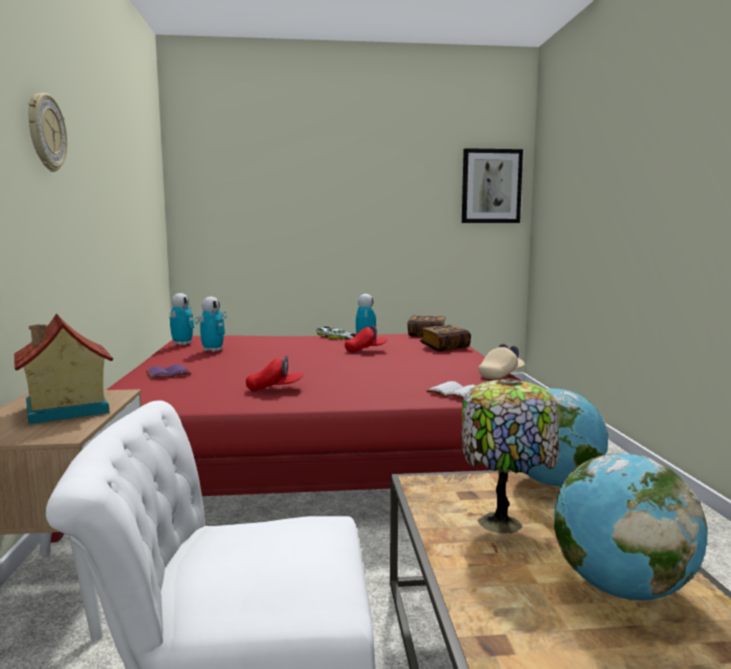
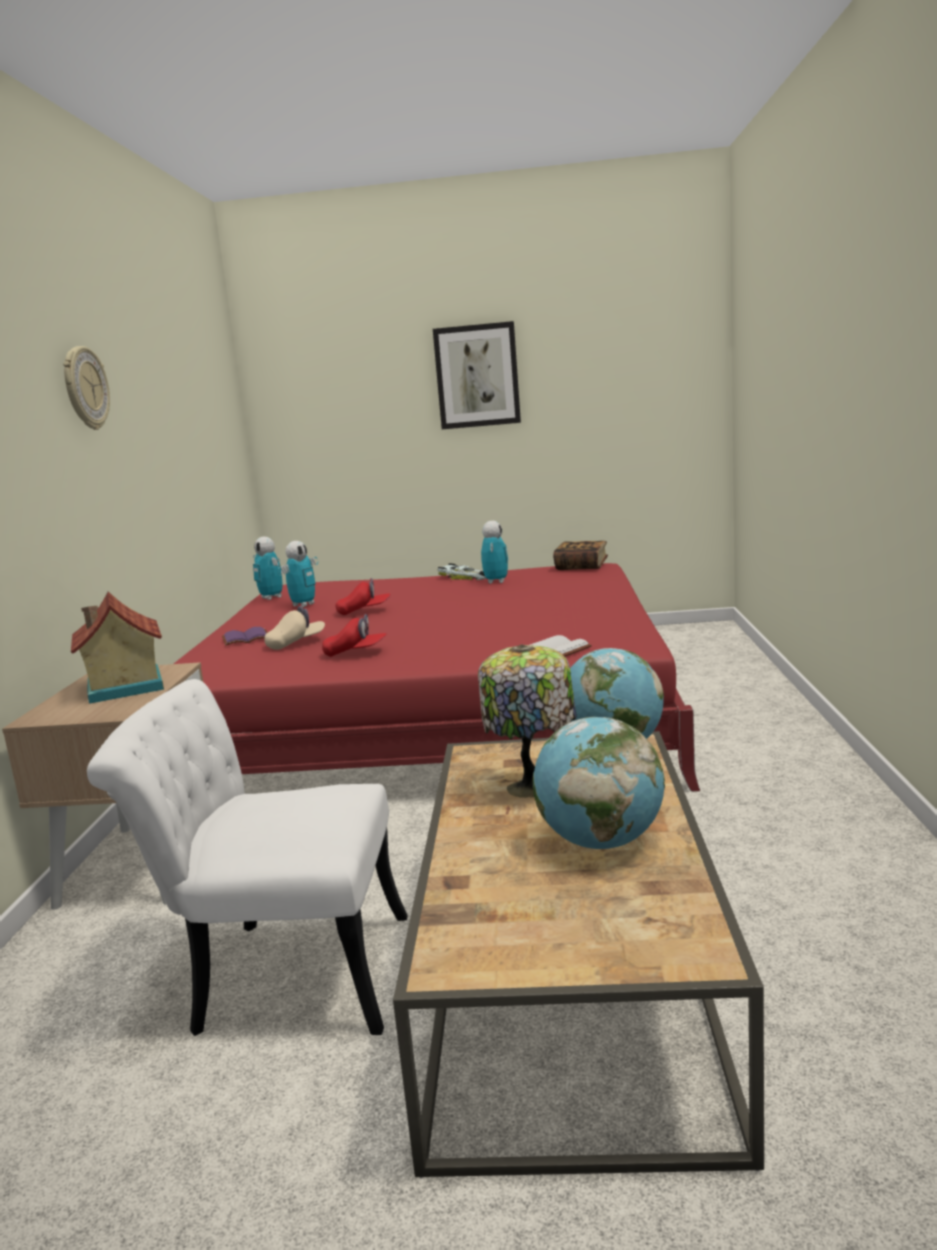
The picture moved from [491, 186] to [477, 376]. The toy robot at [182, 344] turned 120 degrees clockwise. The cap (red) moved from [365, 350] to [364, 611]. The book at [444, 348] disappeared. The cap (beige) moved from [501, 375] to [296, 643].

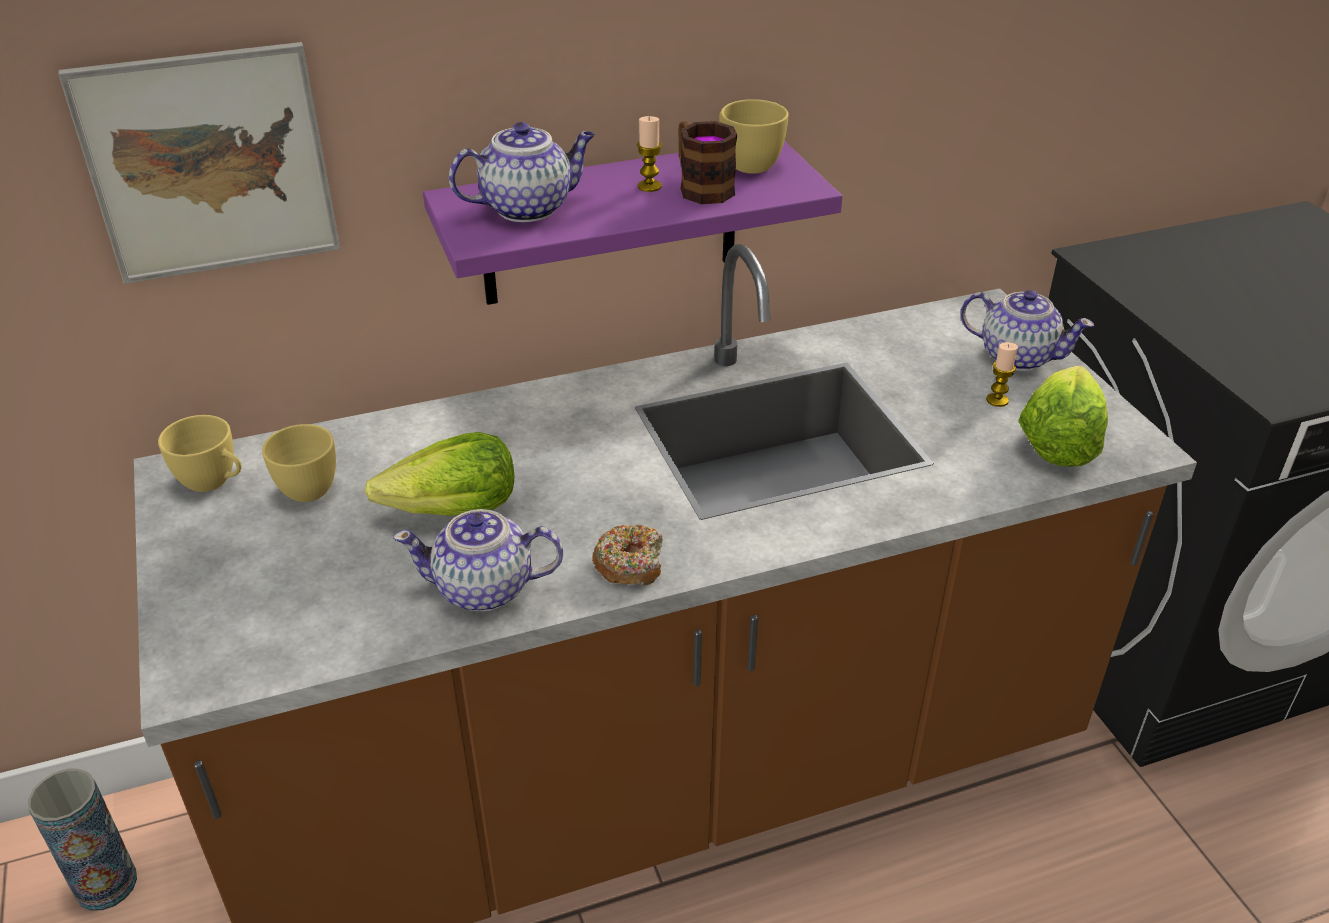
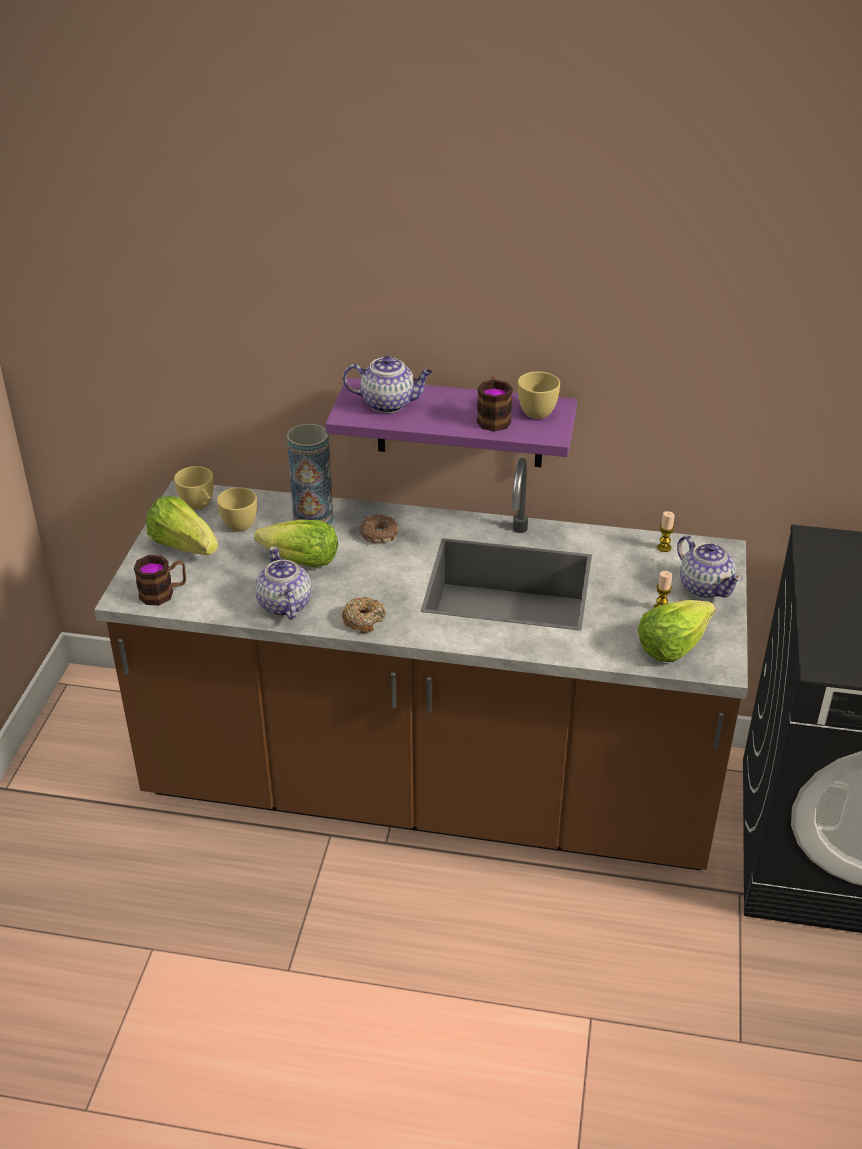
The picture at [209, 164] disappeared. The candle moved from [649, 186] to [664, 547]. The teapot at [485, 589] turned 45 degrees clockwise. The vase moved from [106, 884] to [313, 519]. The lettuce at [184, 546] appeared. The donut at [378, 534] appeared. The mug at [163, 593] appeared.

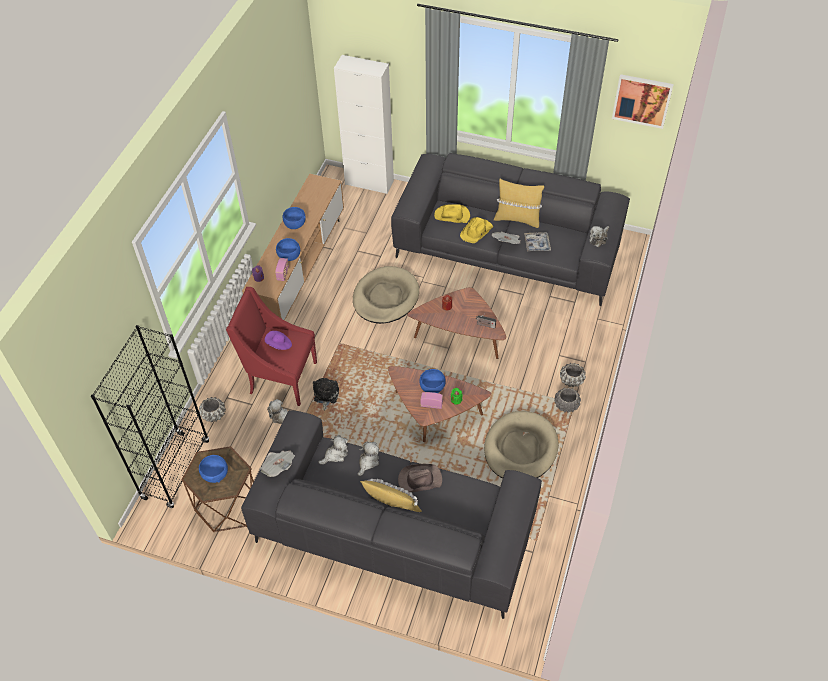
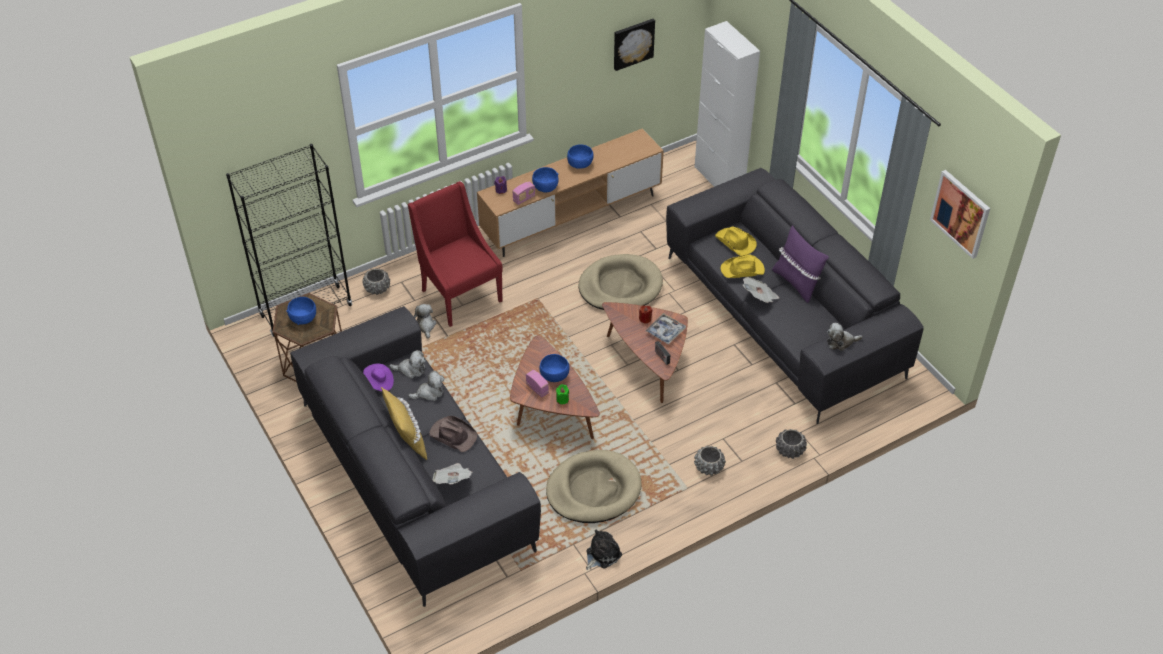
The pillow (yellow) at [517, 219] became the pillow (purple) at [796, 283]. The tray moved from [537, 244] to [665, 331]. The hat (purple) moved from [279, 345] to [379, 383]. The plush toy moved from [325, 396] to [601, 554]. The planter (grey) moved from [566, 405] to [790, 450]. The newspaper moved from [278, 467] to [453, 480]. The picture at [633, 43] appeared.

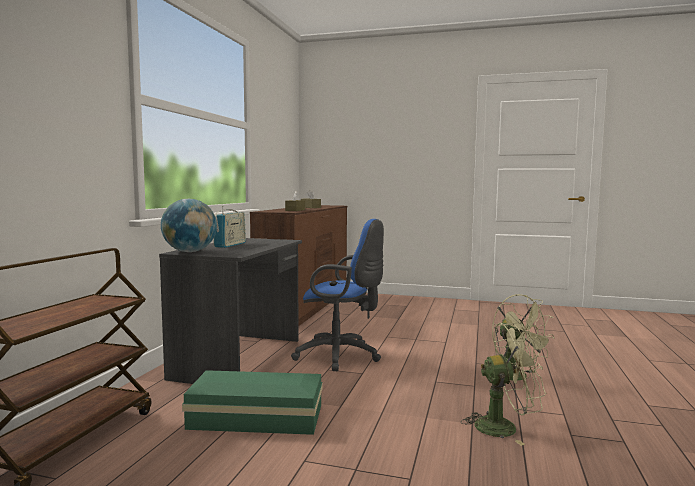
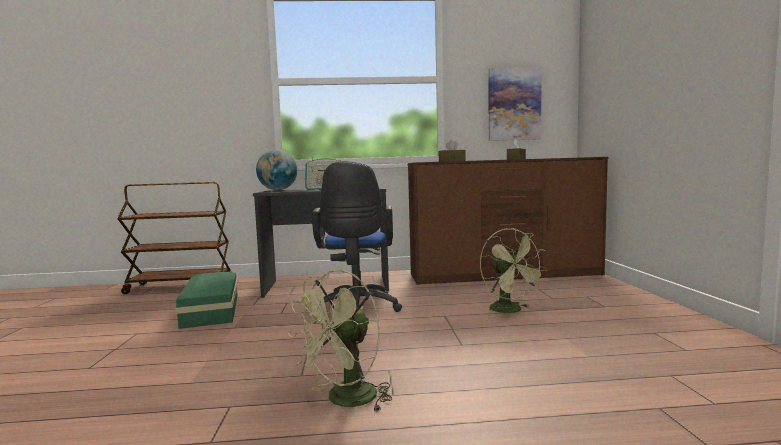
The fan (green) moved from [504, 427] to [511, 310]. The picture at [514, 104] appeared.

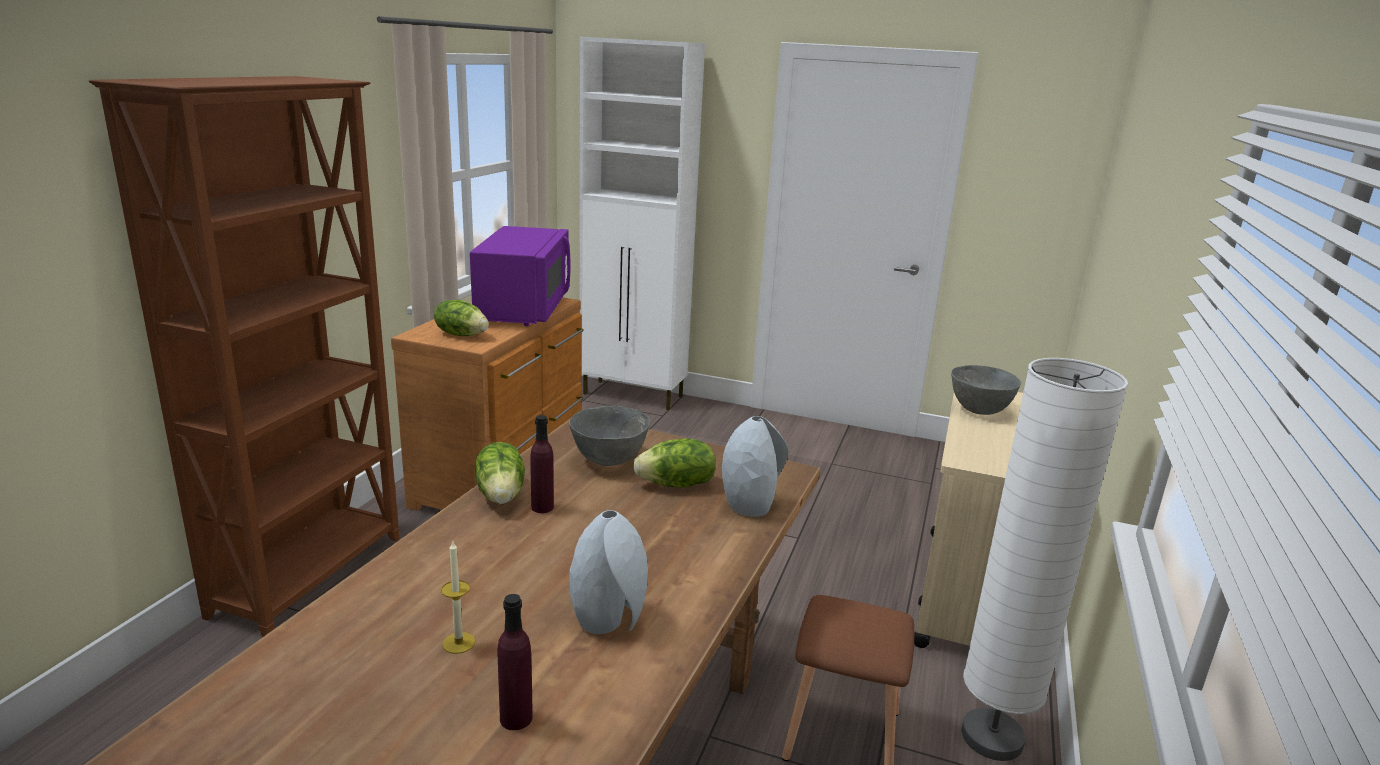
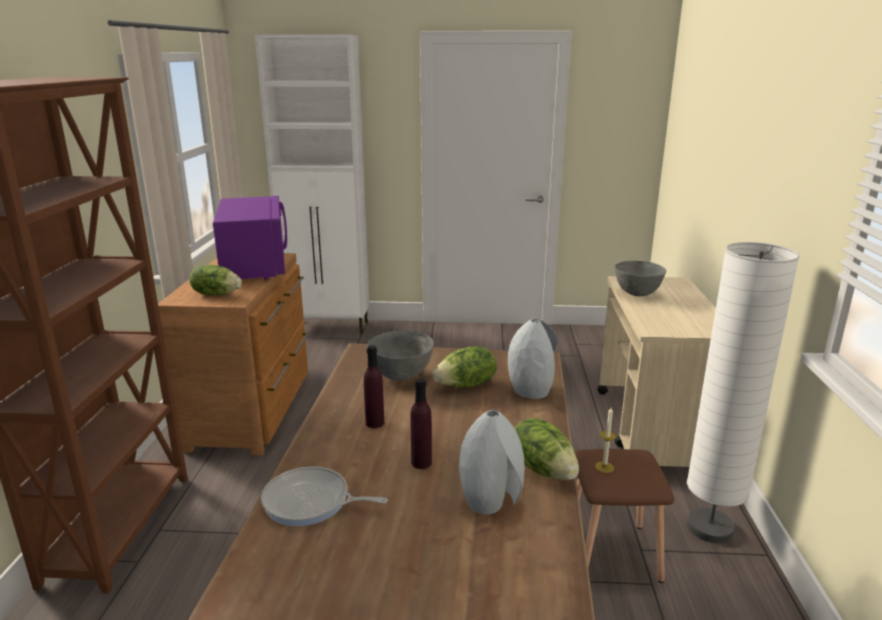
The lettuce moved from [502, 495] to [544, 468]. The candle moved from [458, 643] to [604, 467]. The bottle (purple) moved from [516, 718] to [421, 462]. The frying pan at [311, 502] appeared.

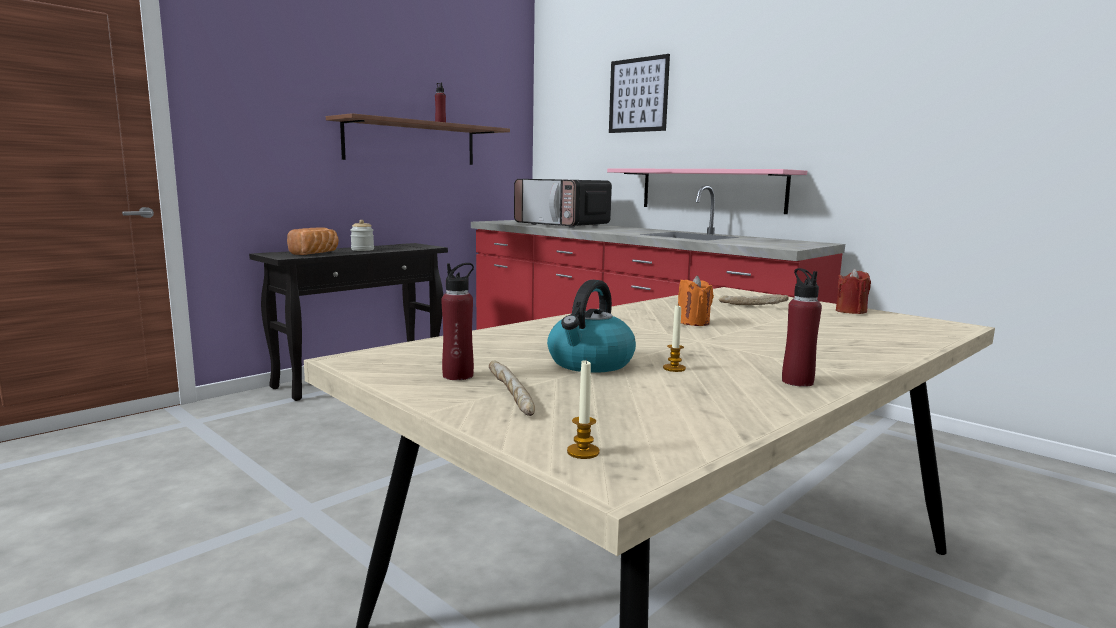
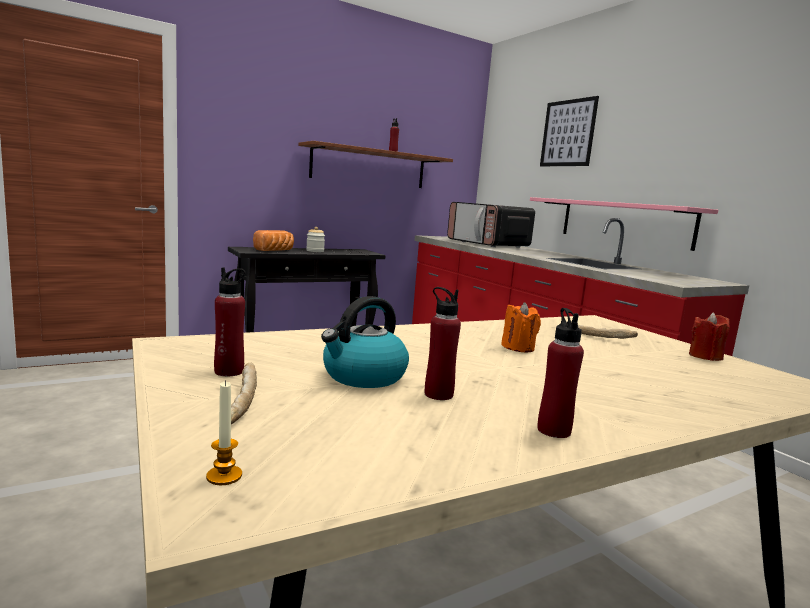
The candle at [674, 368] was replaced by the bottle (red) at [438, 394].

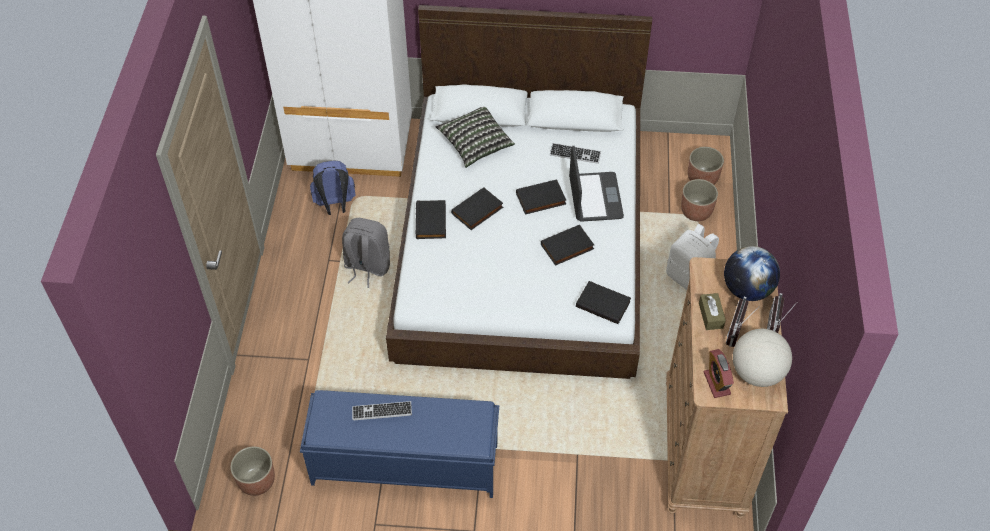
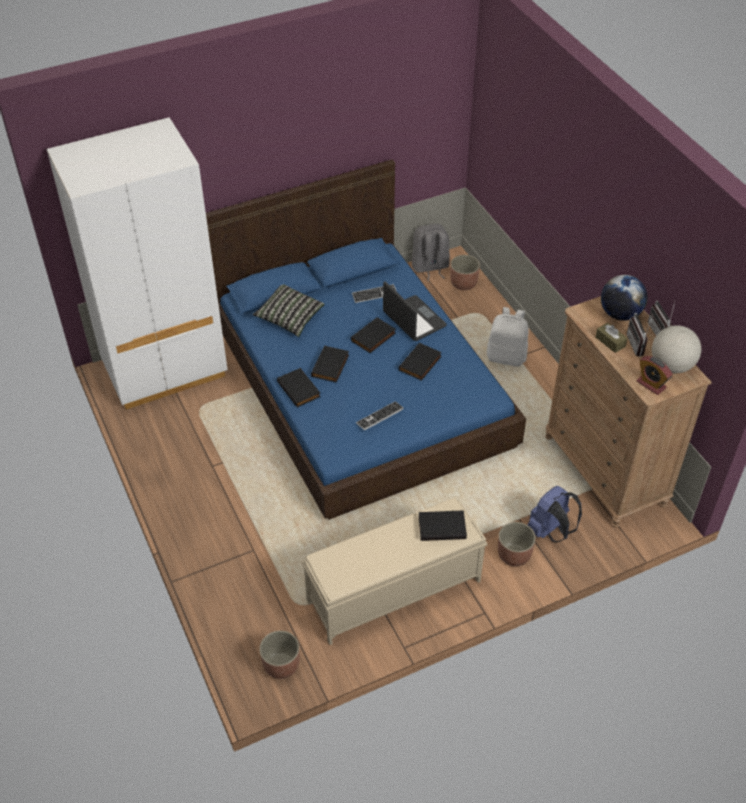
The bed (white) at [522, 240] became the bed (blue) at [361, 383]. The backpack (blue) moved from [335, 205] to [550, 531]. The planter moved from [696, 211] to [513, 555]. The backpack (grey) moved from [367, 267] to [430, 268]. The book (black) moved from [603, 303] to [442, 526]. The bench (blue) at [403, 464] became the bench (beige) at [392, 591]. The keyboard moved from [382, 411] to [379, 416].

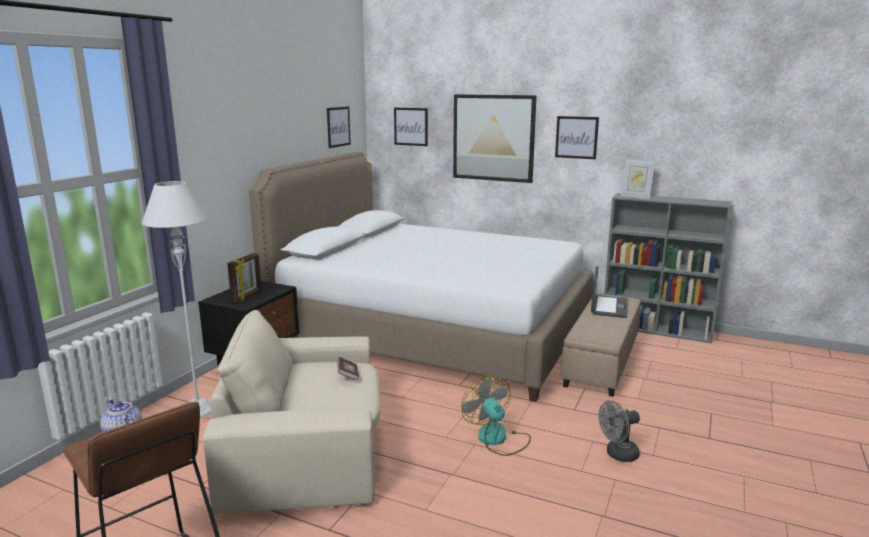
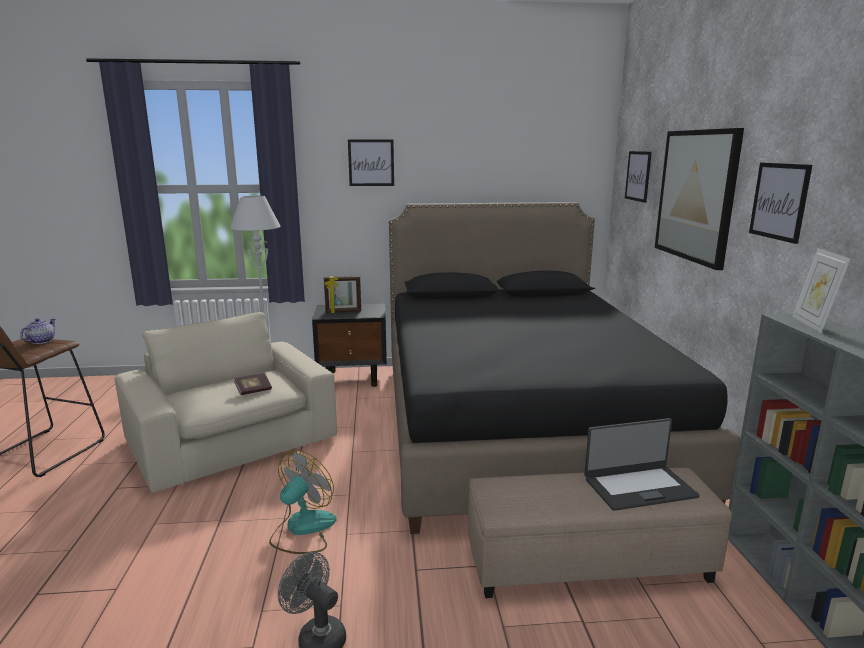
The picture moved from [338, 126] to [371, 162]. The bed (white) at [433, 332] became the bed (black) at [517, 424].

